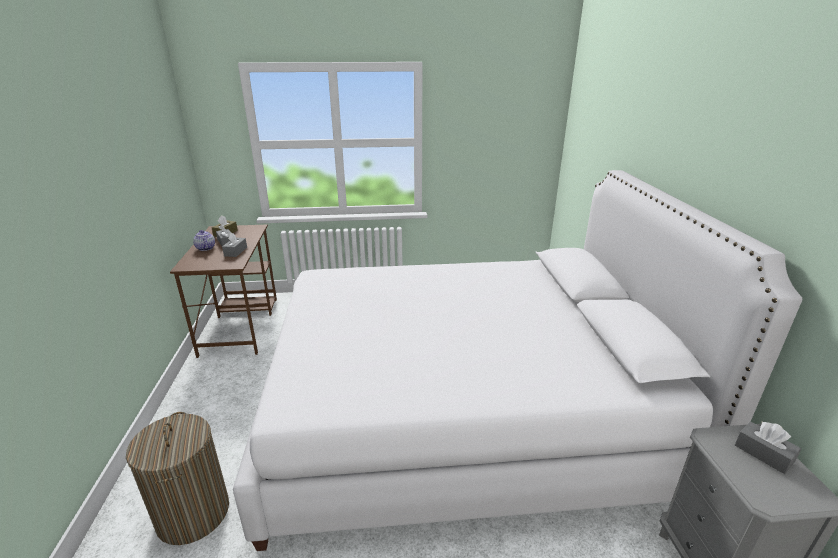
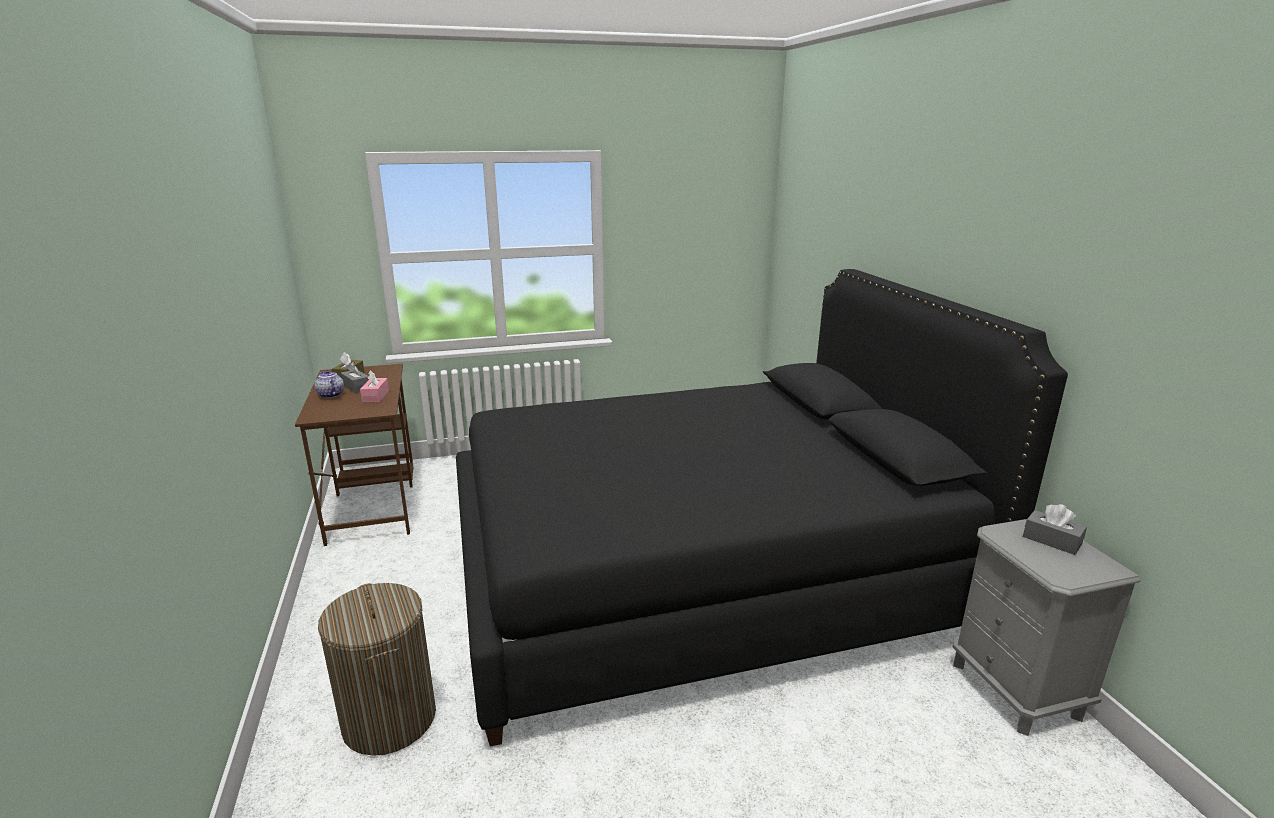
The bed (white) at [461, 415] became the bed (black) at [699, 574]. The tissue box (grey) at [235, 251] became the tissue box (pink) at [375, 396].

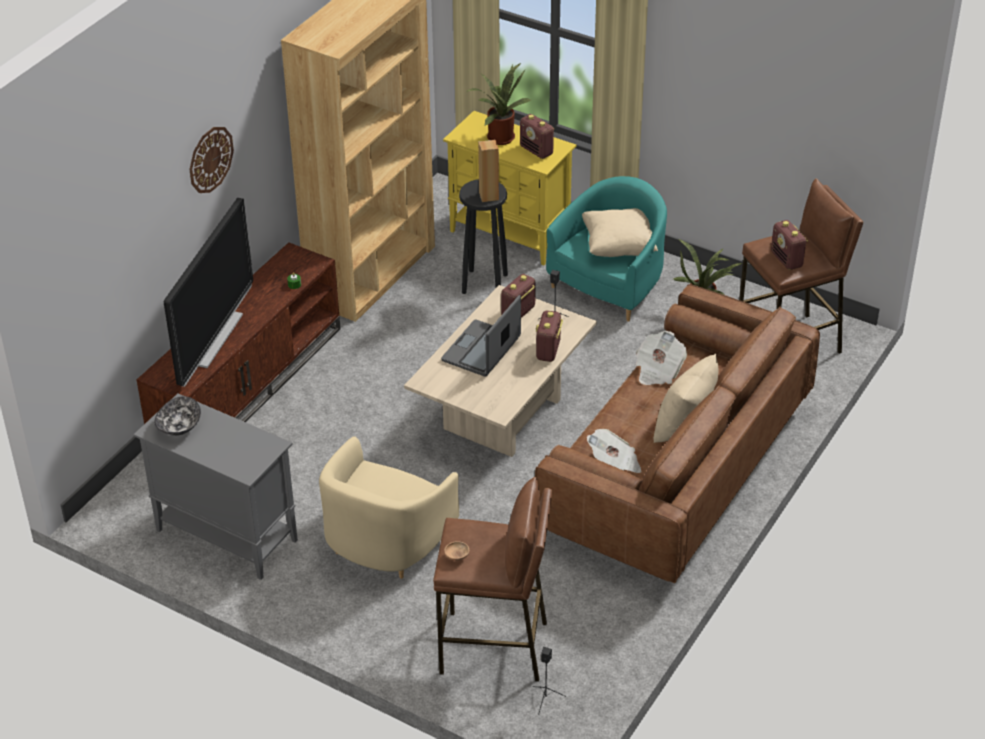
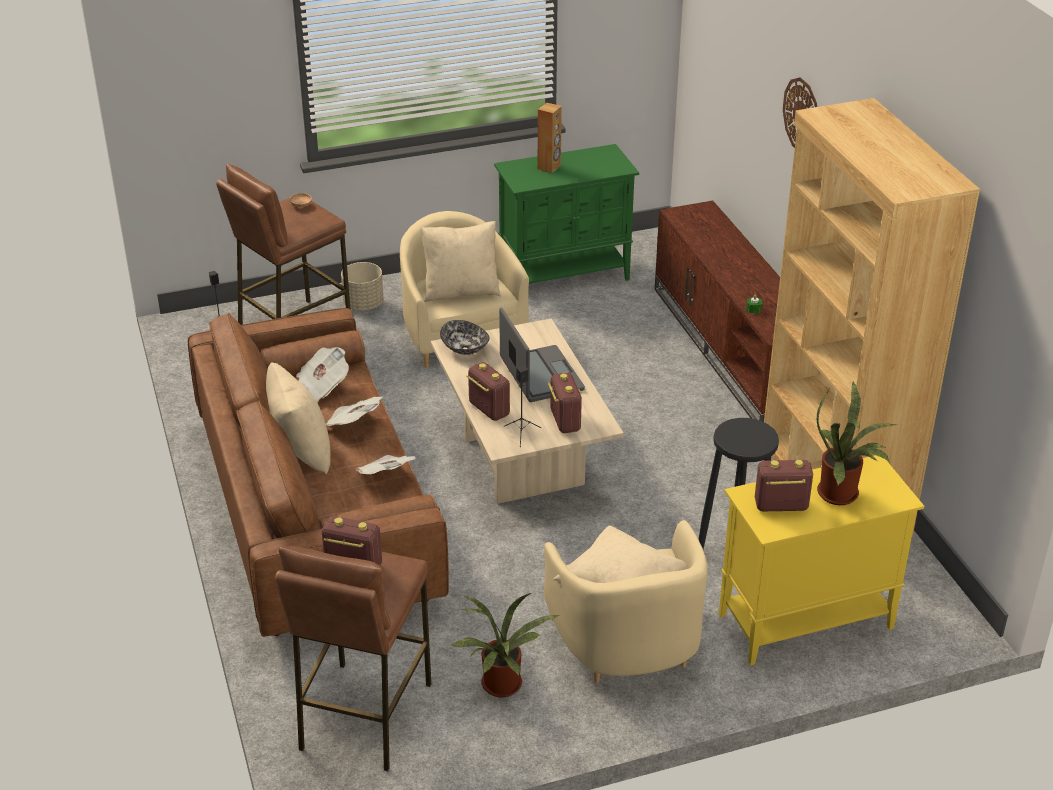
The speaker (brown) moved from [488, 196] to [549, 167]. The armchair (turquoise) at [610, 284] became the armchair (beige) at [628, 644]. The television at [212, 338] disappeared. The cabinet (grey) at [225, 535] became the cabinet (green) at [565, 275]. The bowl moved from [178, 427] to [465, 348]. The pillow (beige) at [461, 291] appeared. The planter (beige) at [363, 305] appeared. The newspaper at [354, 424] appeared.

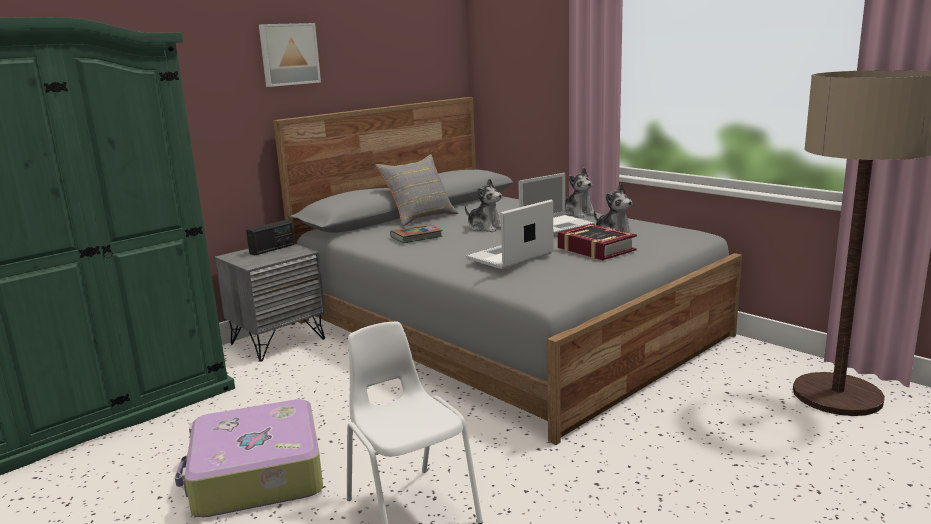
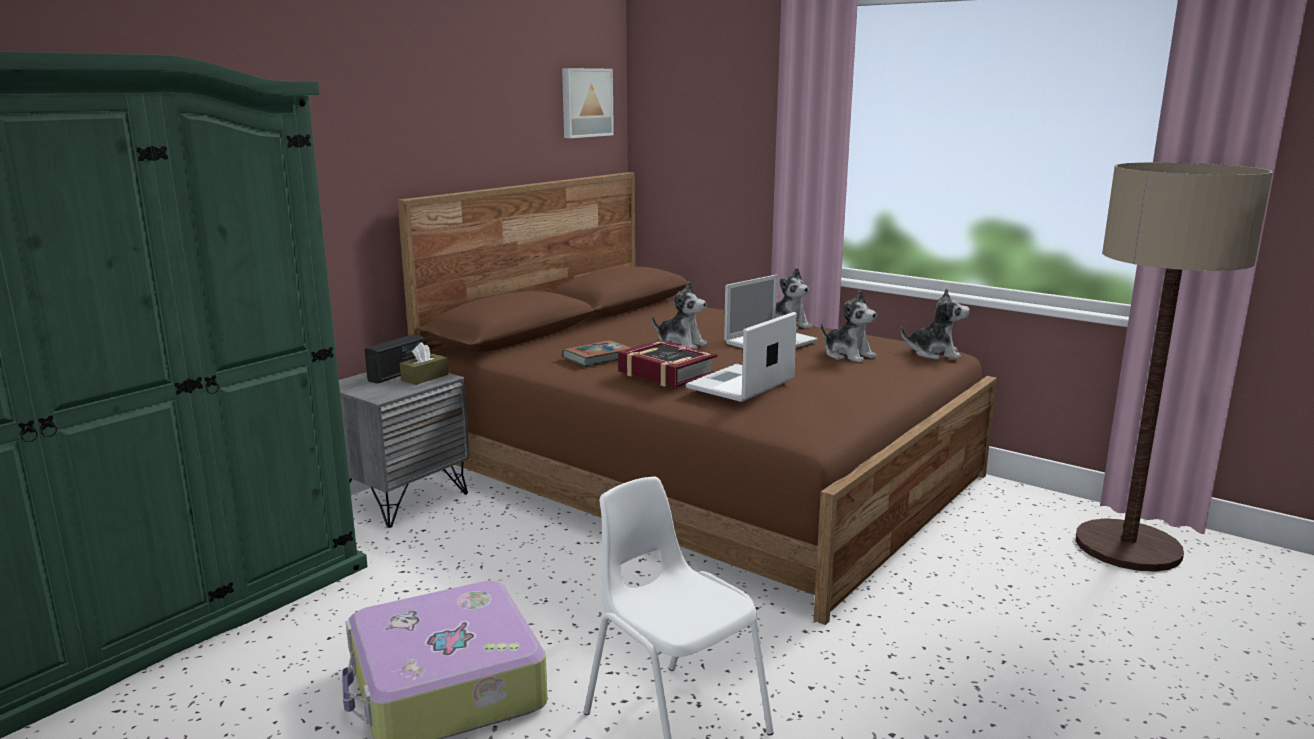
The picture moved from [289, 54] to [585, 102]. The bed (grey) at [503, 327] became the bed (brown) at [700, 472]. The pillow (grey) at [420, 217] disappeared. The book moved from [595, 249] to [666, 373]. The plush toy at [934, 353] appeared. The tissue box (brown) at [424, 377] appeared.

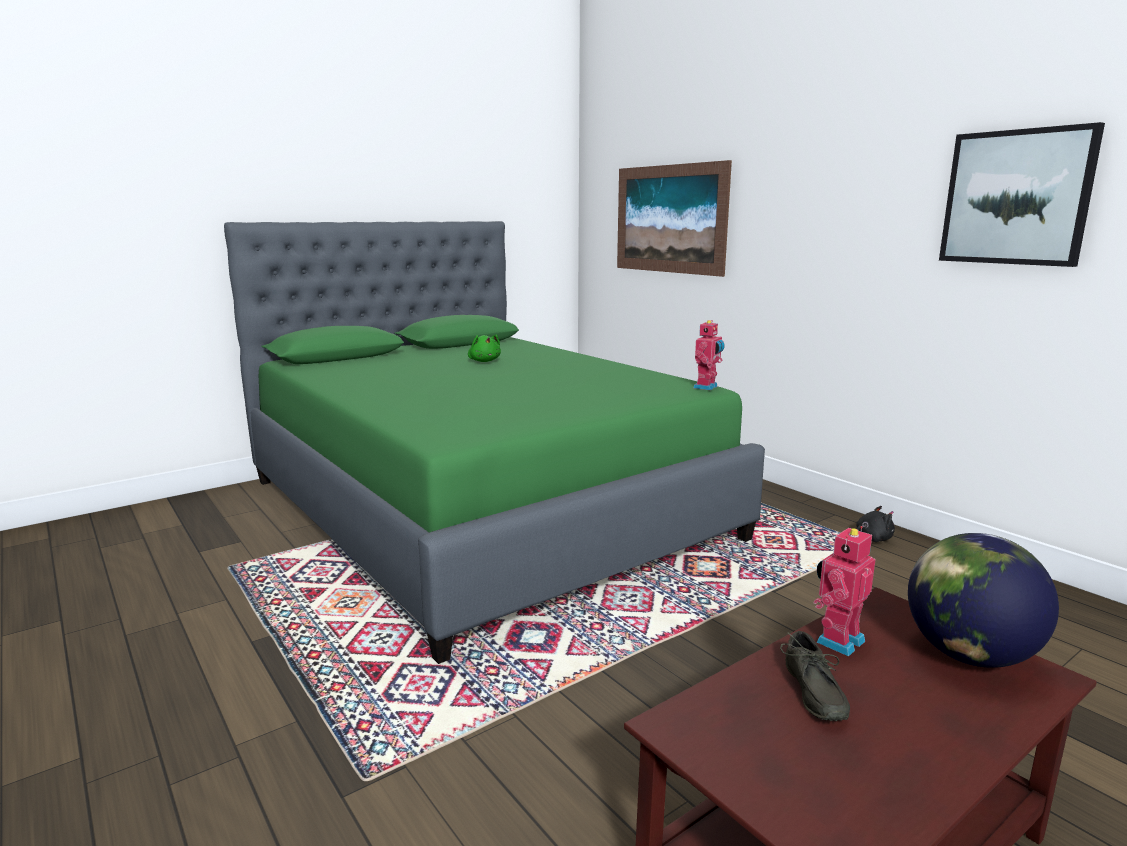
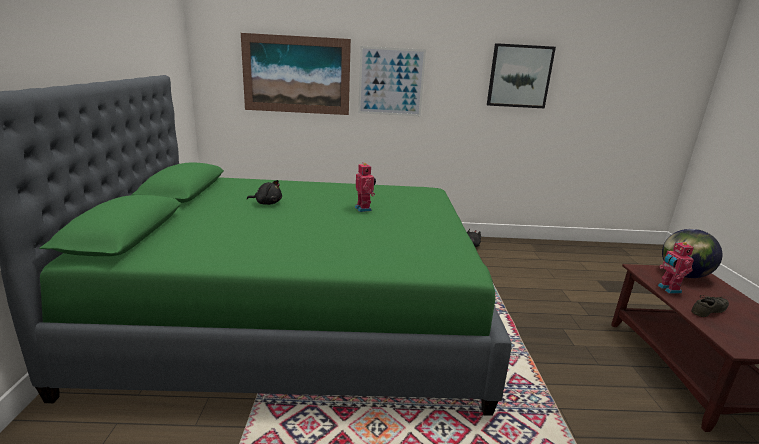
The toy robot moved from [707, 387] to [364, 209]. The plush toy (green) at [484, 361] became the plush toy (black) at [267, 203]. The shoe (grey) at [810, 693] turned 60 degrees counterclockwise. The picture at [391, 82] appeared.

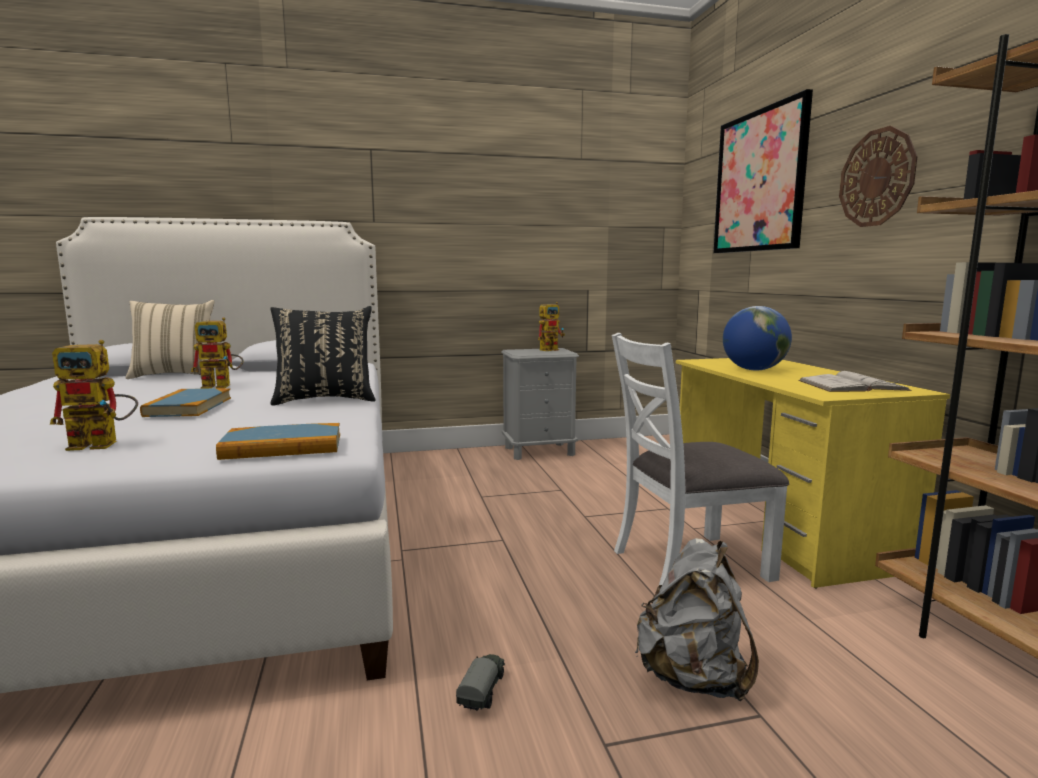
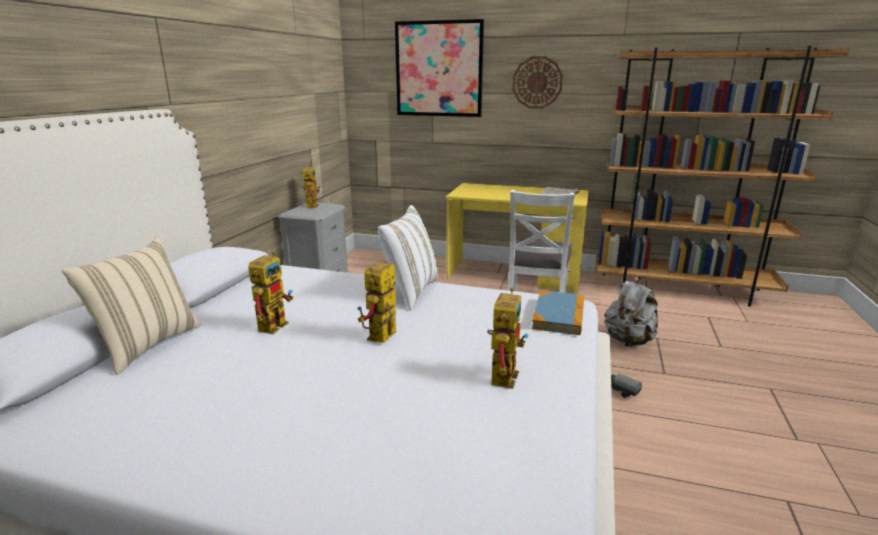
The pillow (black) at [325, 399] became the pillow (white) at [410, 291]. The globe at [754, 370] disappeared. The book at [188, 407] was replaced by the toy robot at [381, 340].

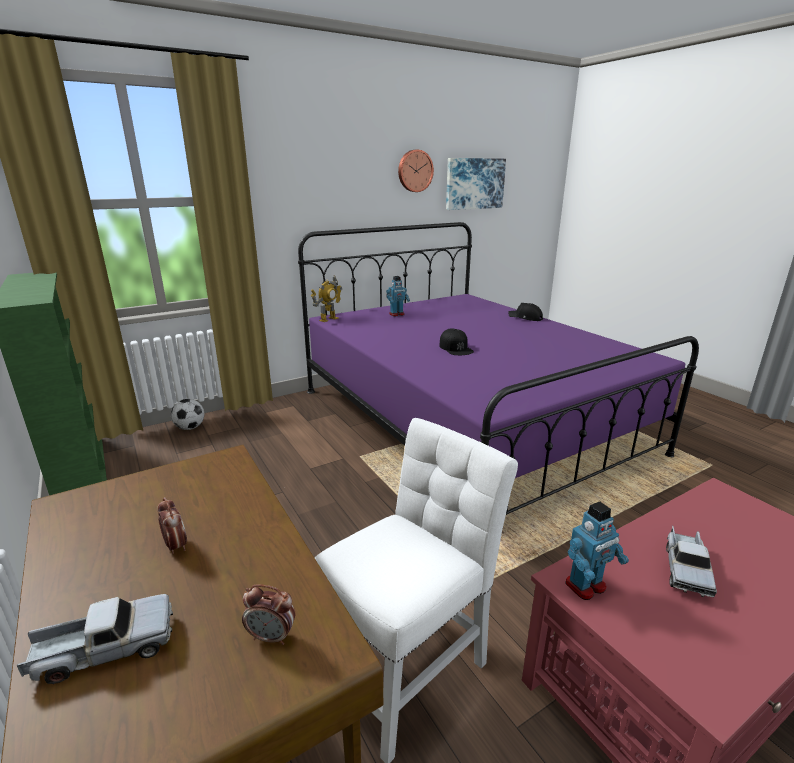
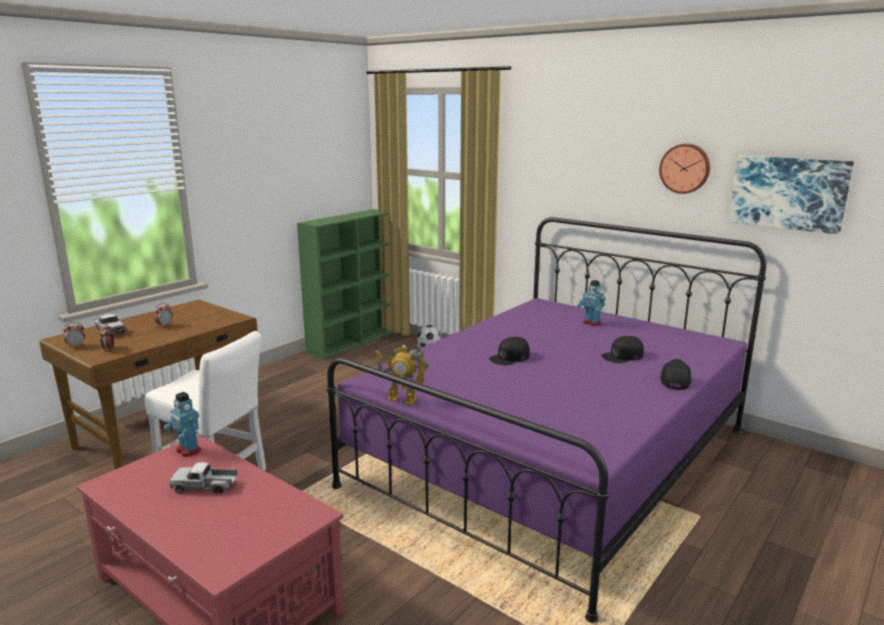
The toy robot moved from [328, 319] to [402, 400]. The alarm clock at [76, 346] appeared. The cap (black) at [622, 356] appeared.

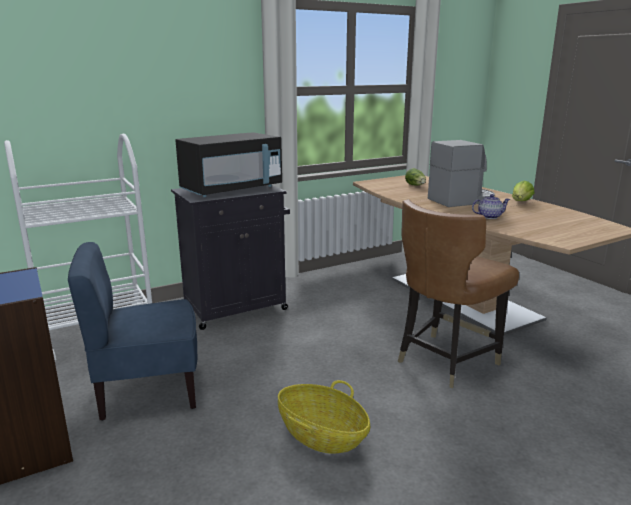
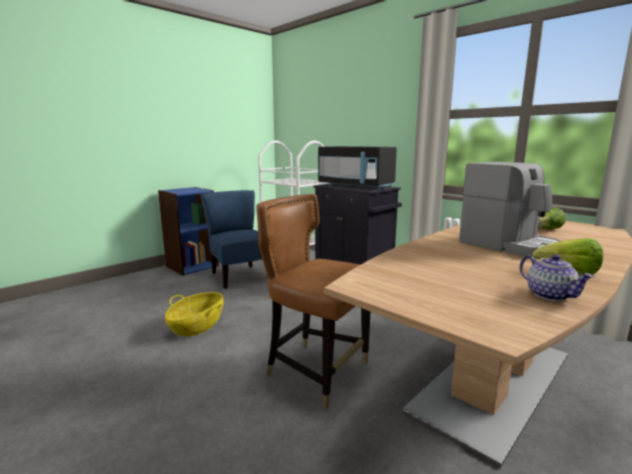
The teapot moved from [489, 216] to [549, 295].

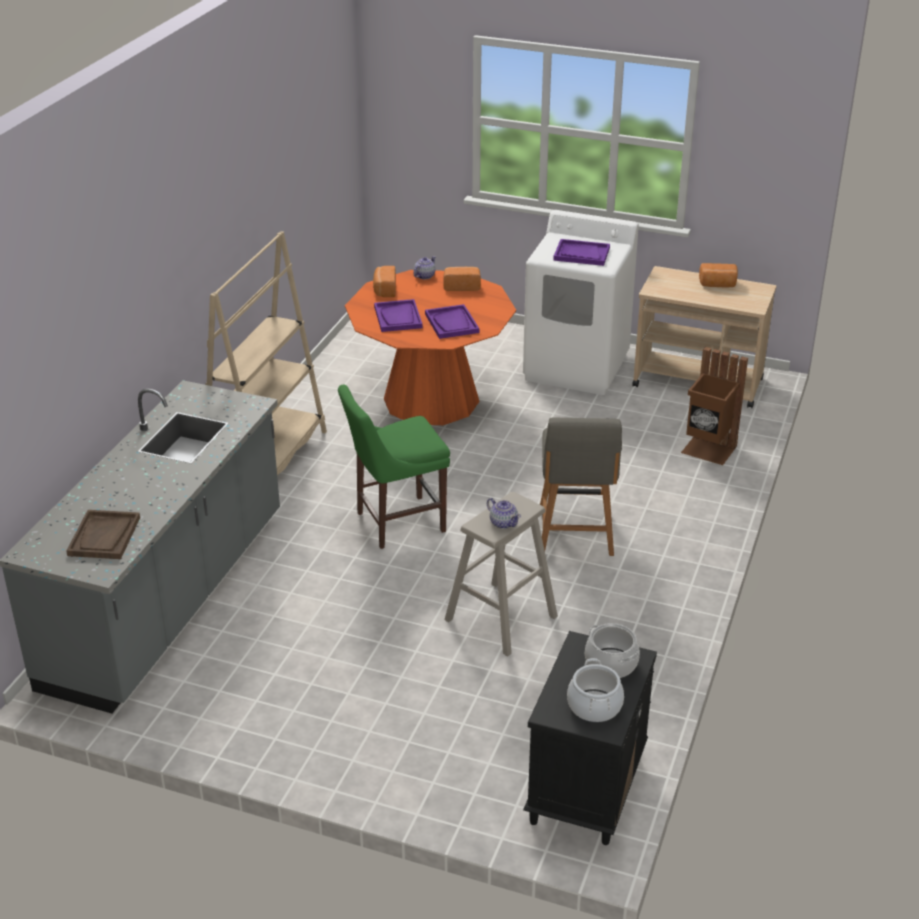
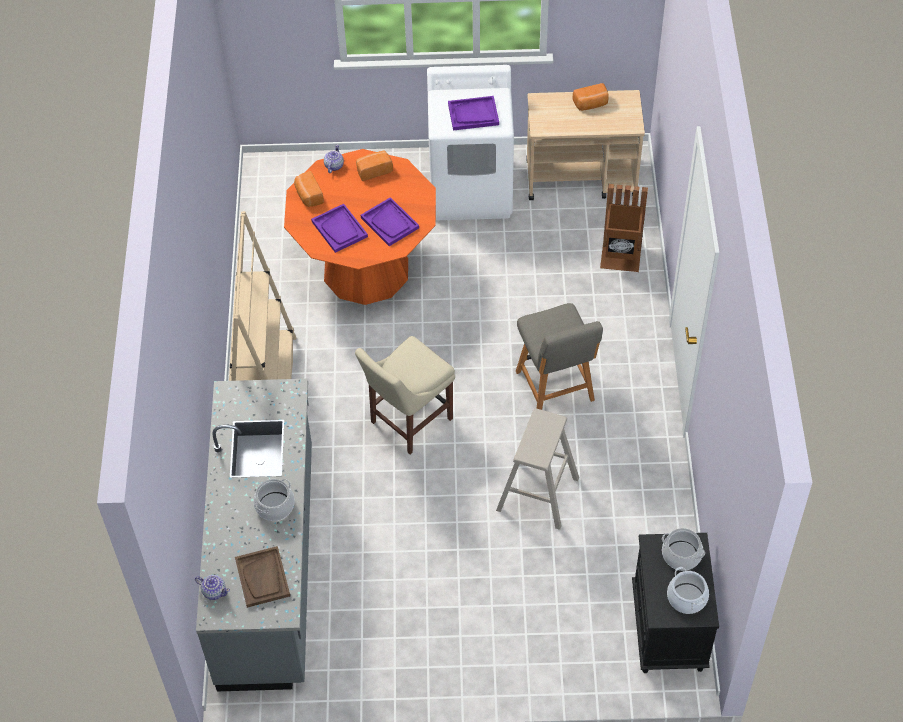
The chair (green) at [396, 523] became the chair (beige) at [408, 422]. The teapot moved from [503, 523] to [214, 591]. The cooking pot at [275, 506] appeared.

